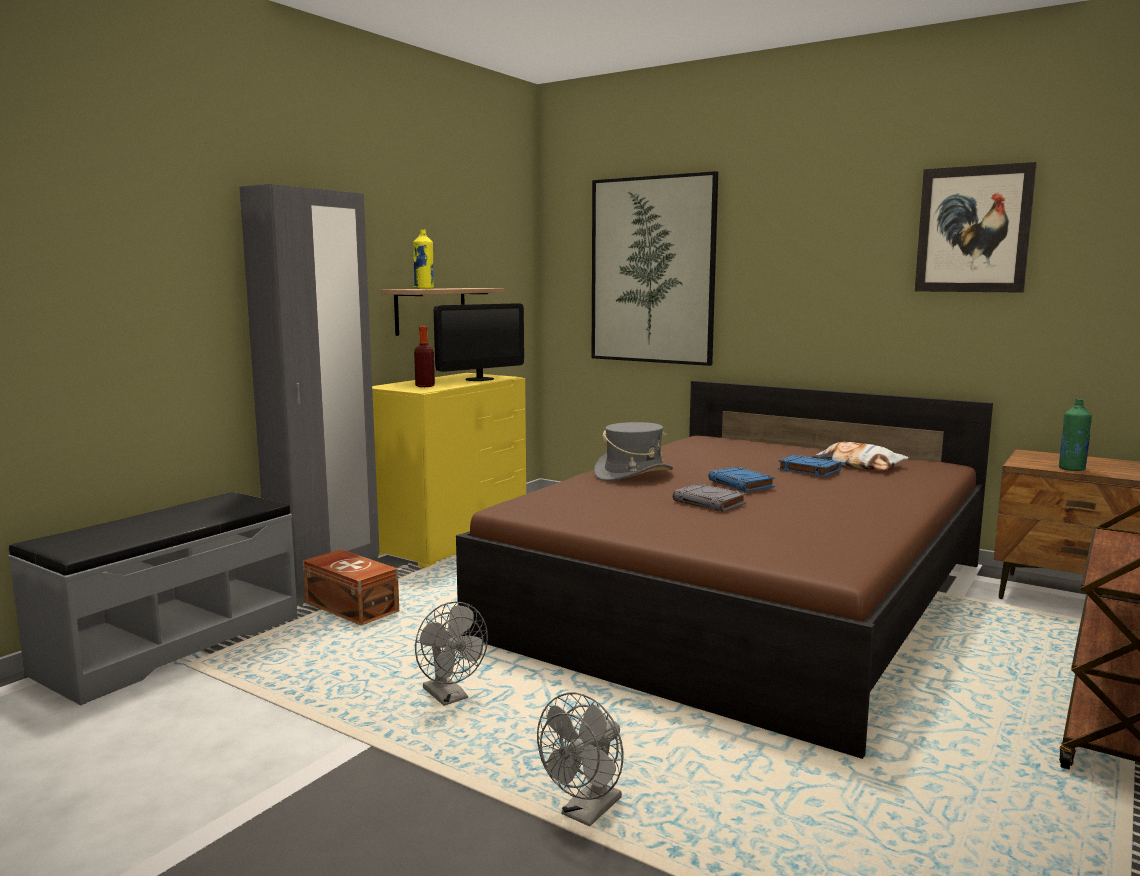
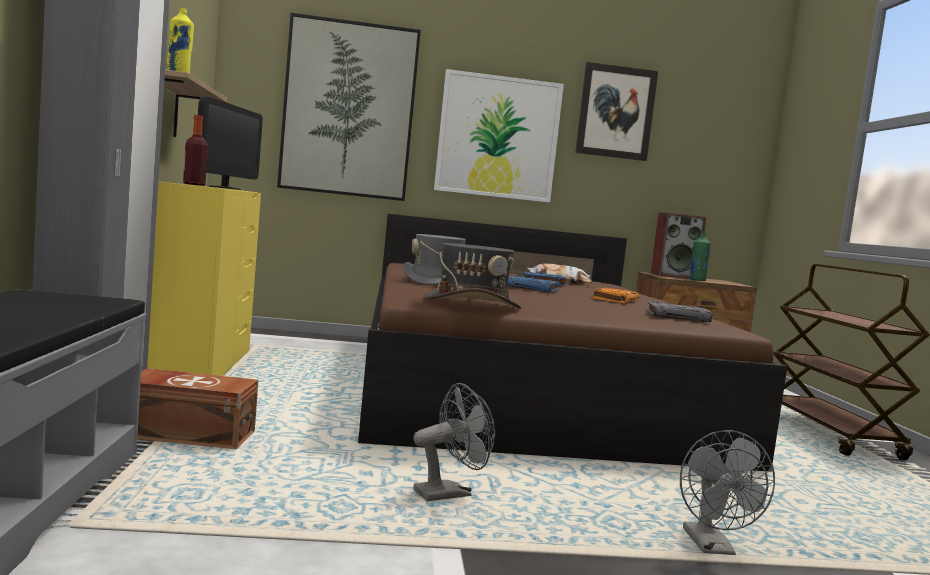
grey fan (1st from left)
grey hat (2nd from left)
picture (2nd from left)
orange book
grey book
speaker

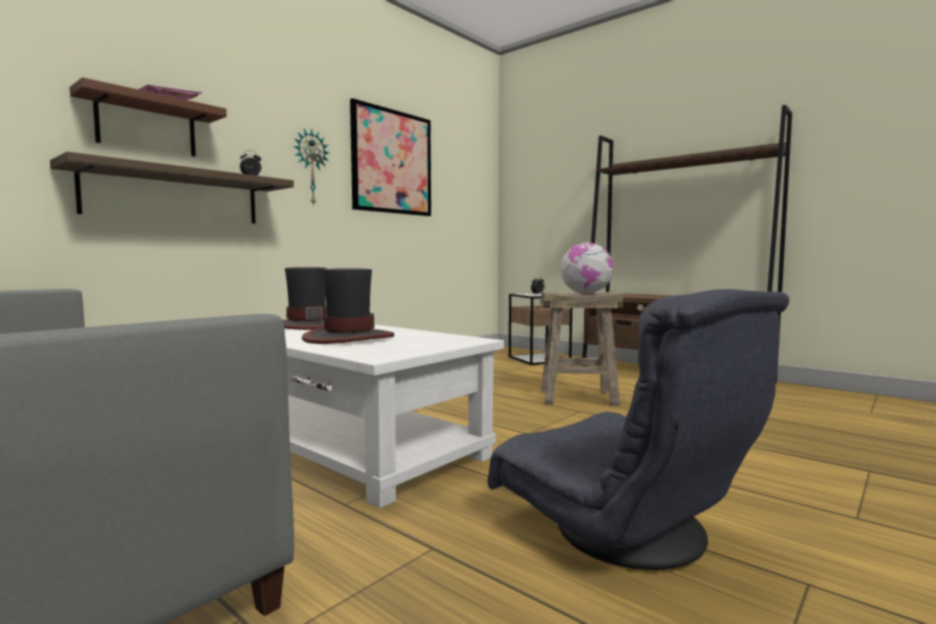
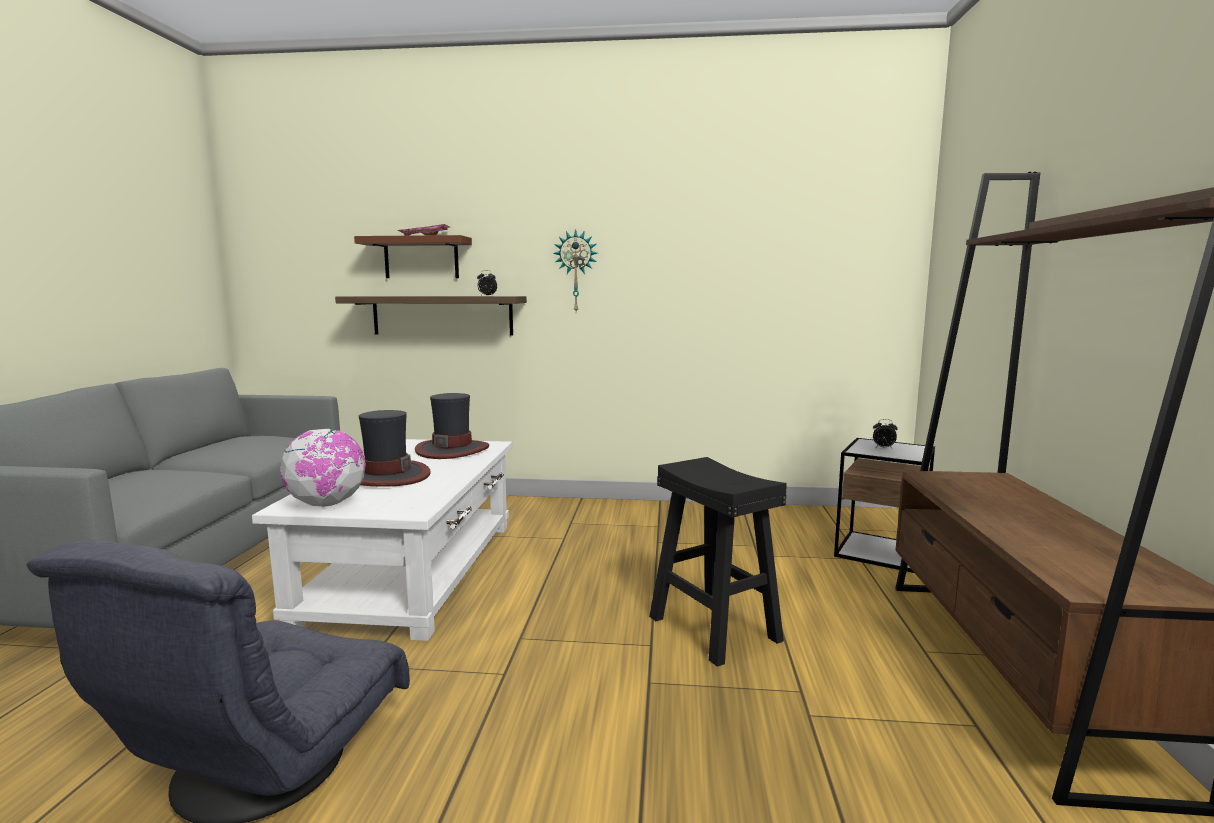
globe
black stool
picture

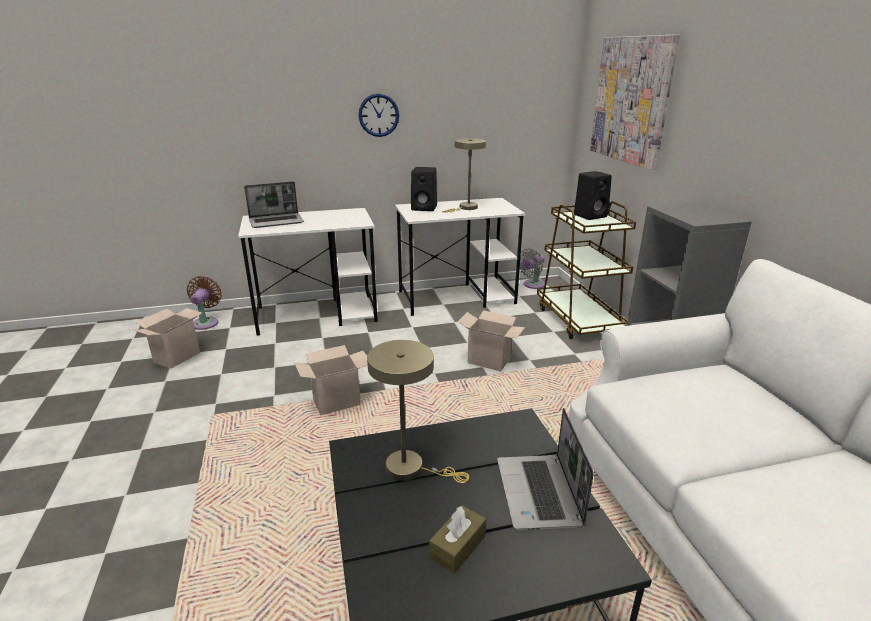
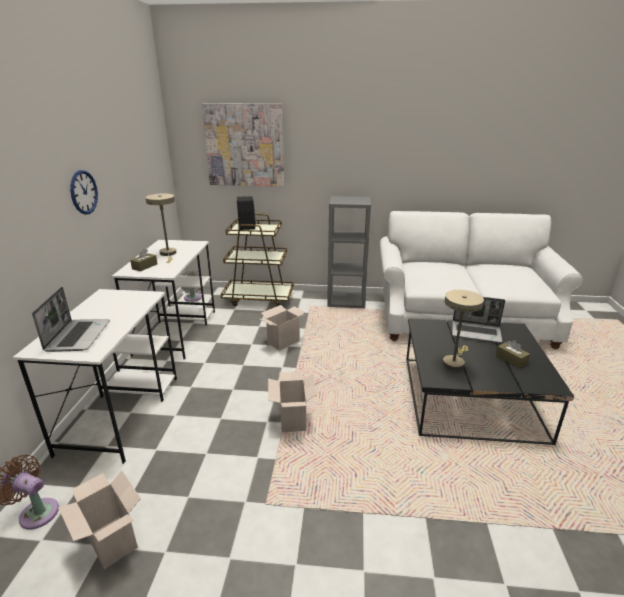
brown tissue box (1st from left)

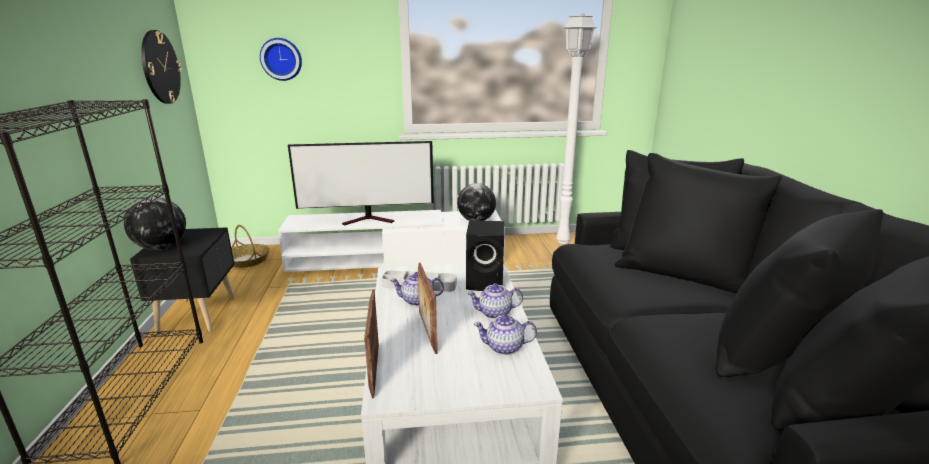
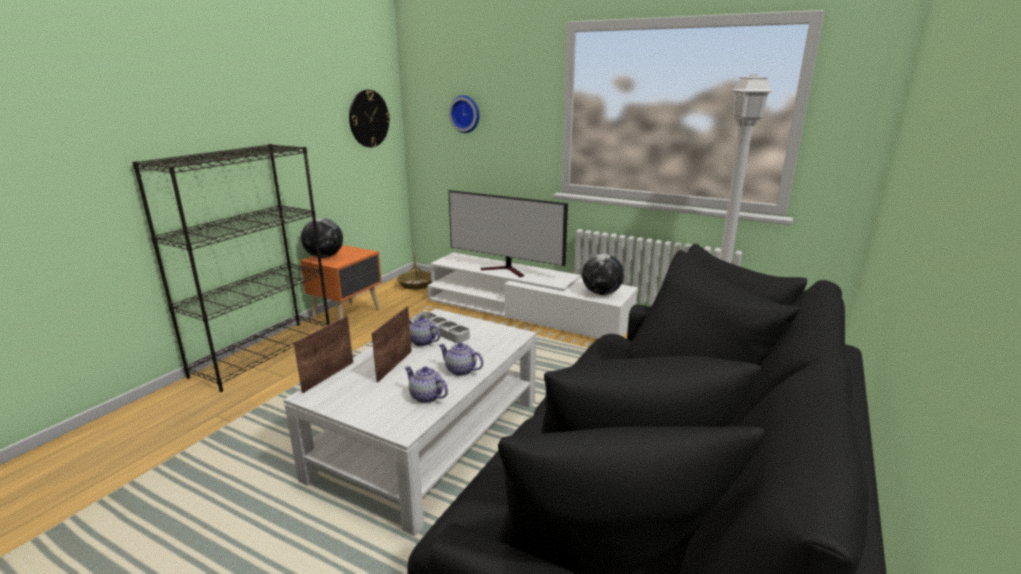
orange nightstand
black speaker

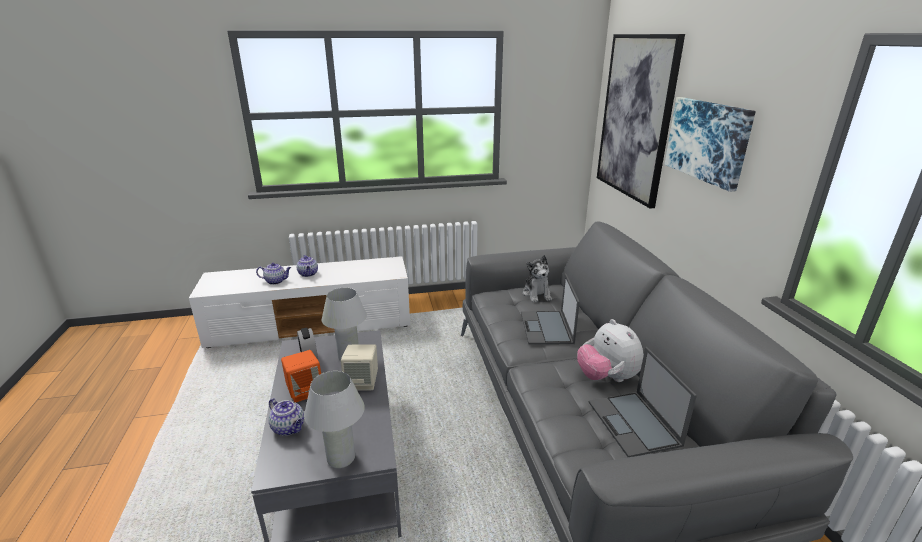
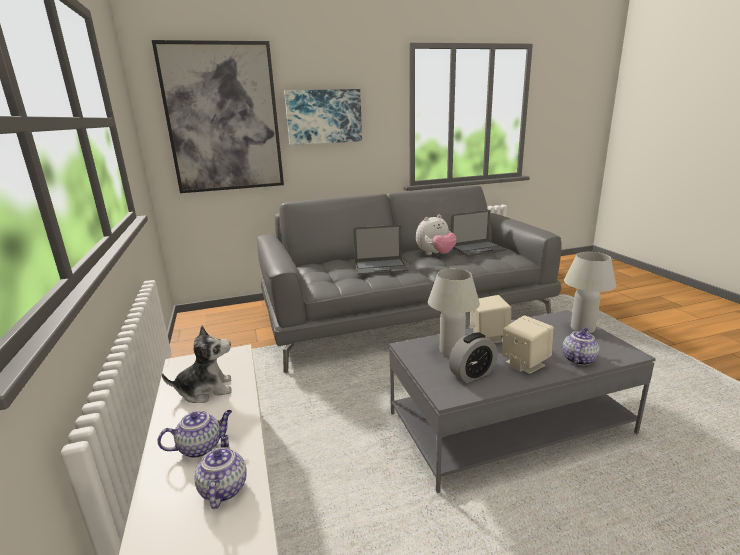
plush toy (1st from left)
beige speaker (2nd from left)

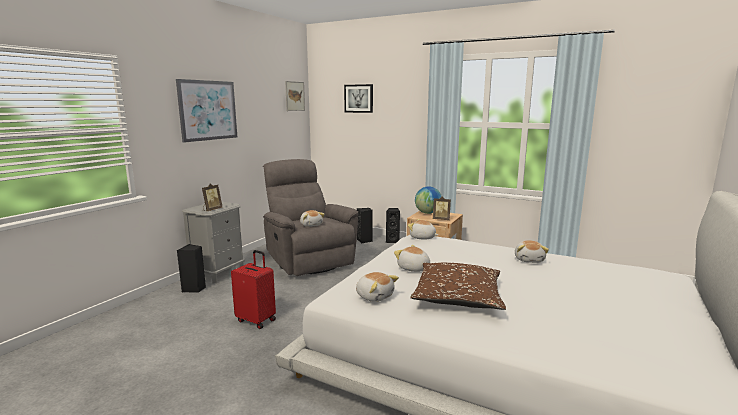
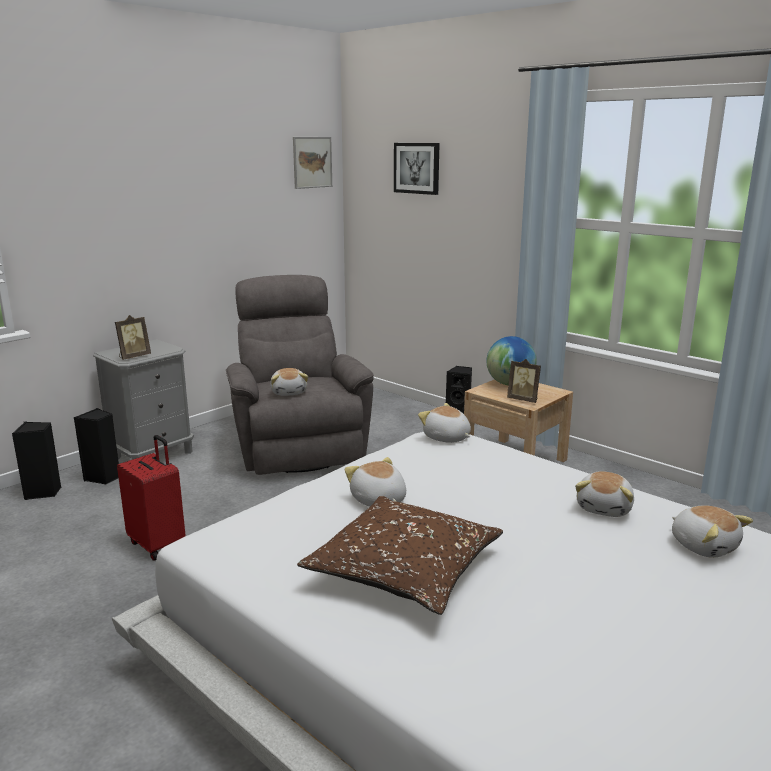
black speaker (1st from left)
plush toy (5th from left)
picture (1st from left in the first image)

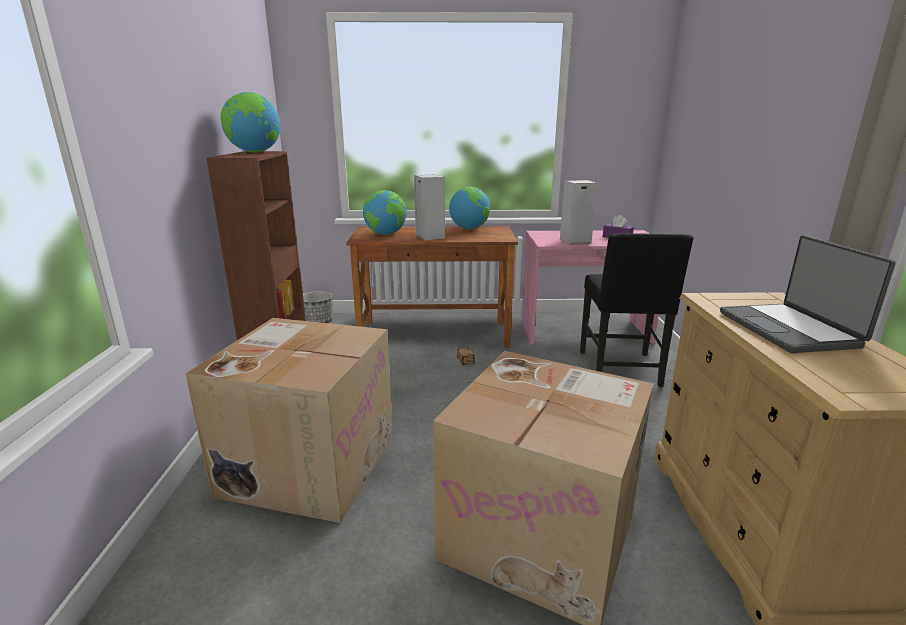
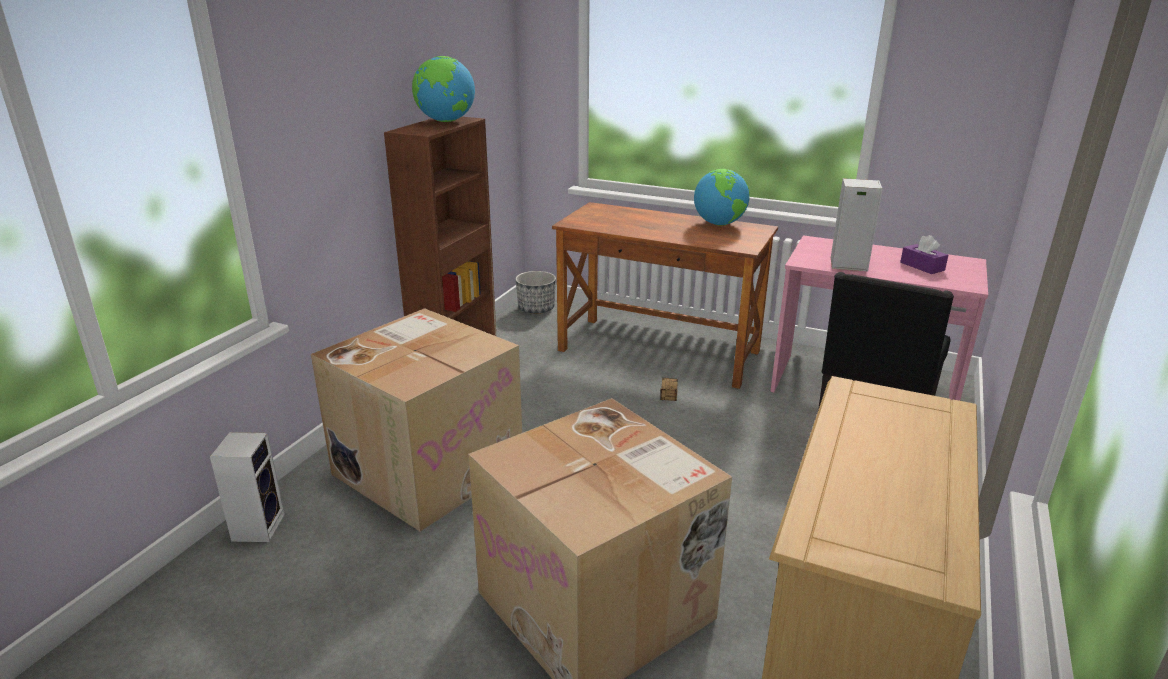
speaker (1st from left)
globe (2nd from left in the first image)
laptop

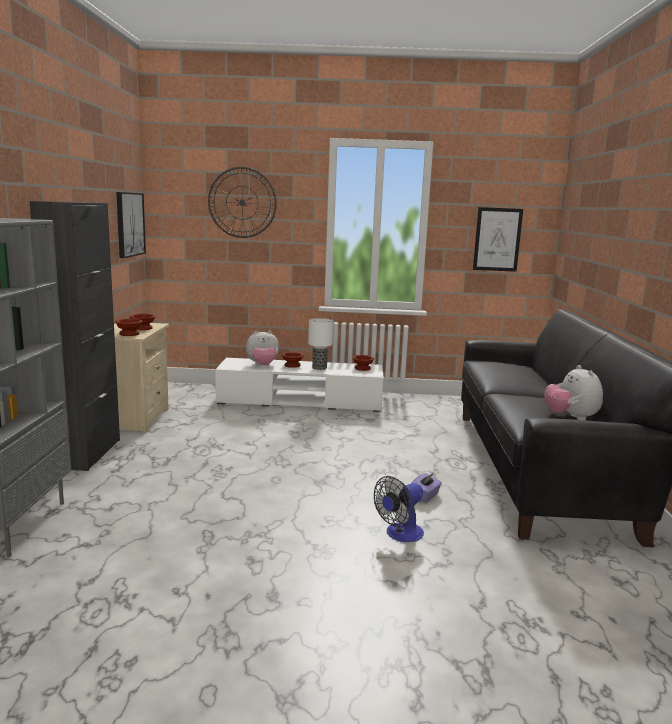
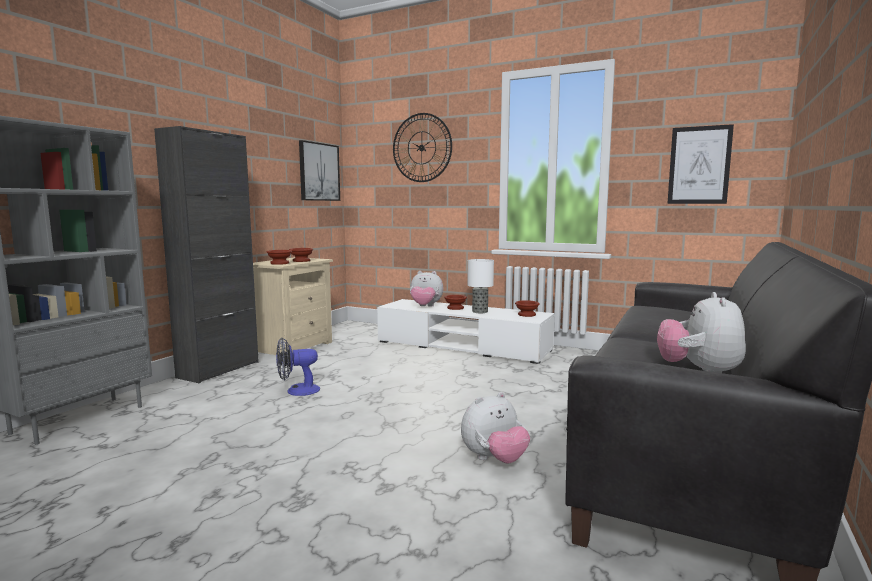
fan
plush toy (2nd from left)

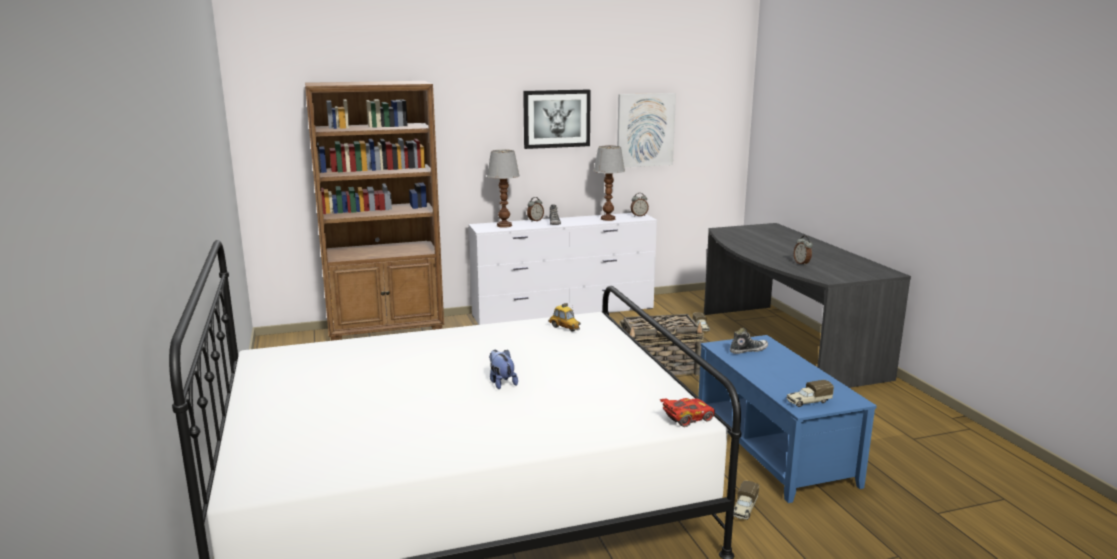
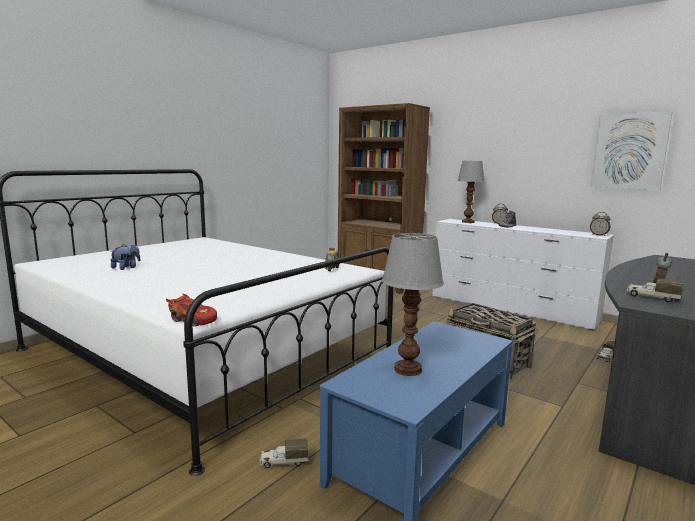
plush toy
table lamp (1st from left)
toy truck (3rd from left)
picture (1st from left in the first image)
shoe (2nd from left in the first image)

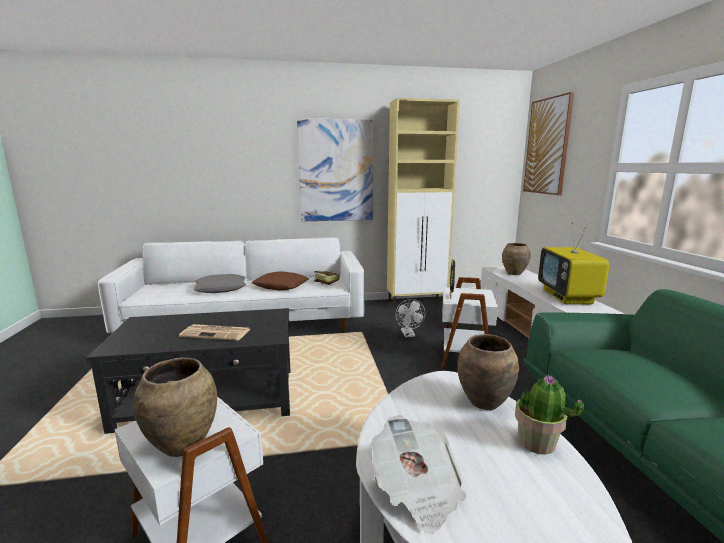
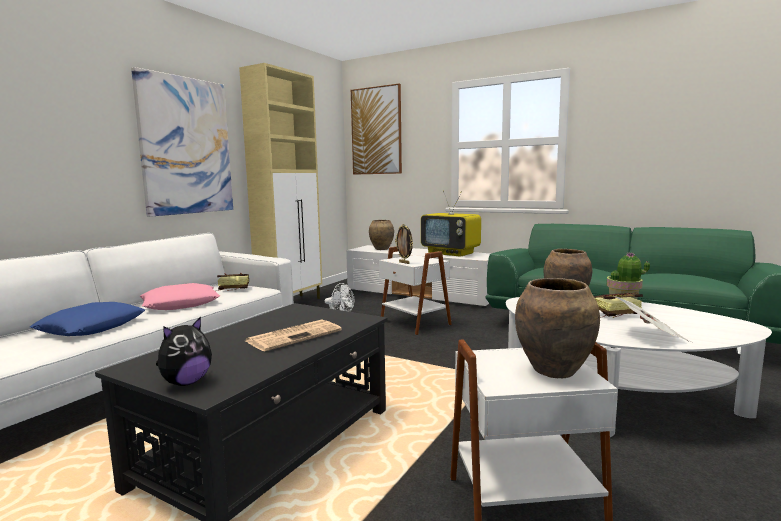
blue pillow
pink pillow
plush toy
book (2nd from left)

